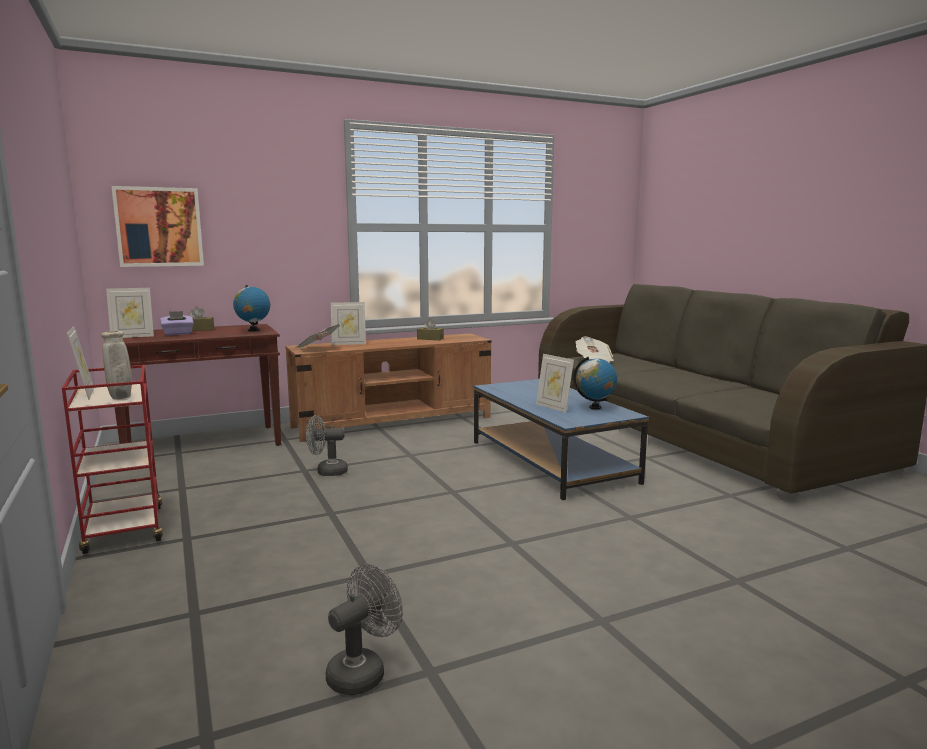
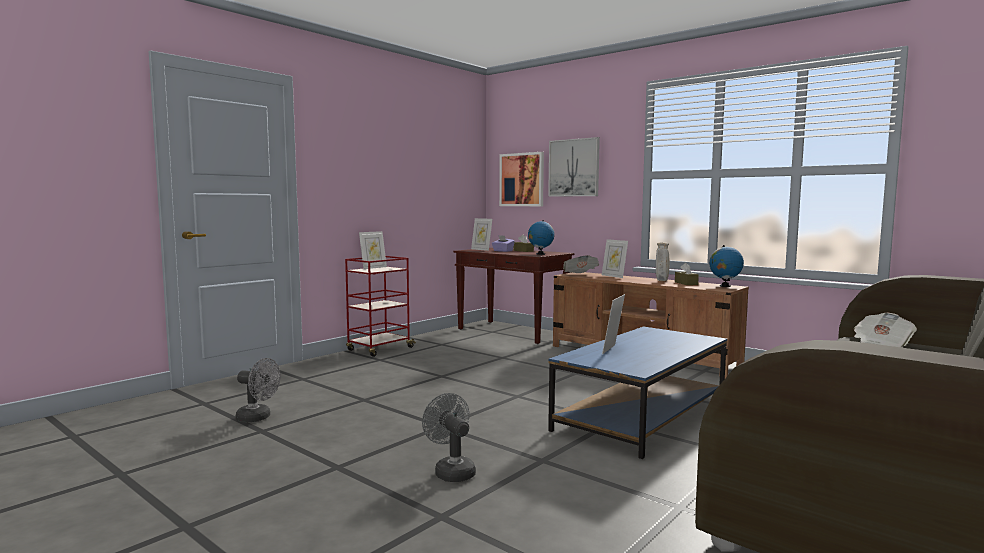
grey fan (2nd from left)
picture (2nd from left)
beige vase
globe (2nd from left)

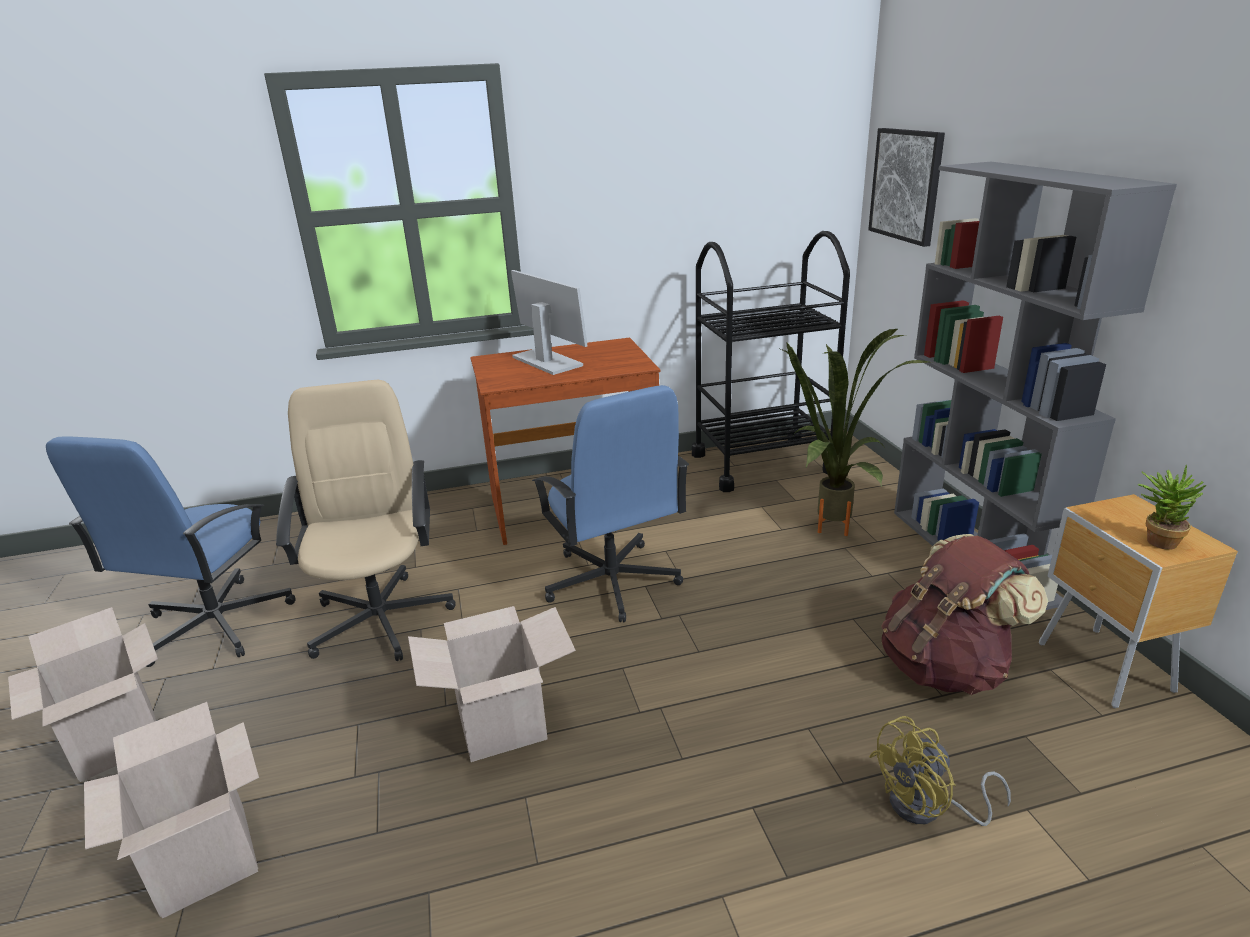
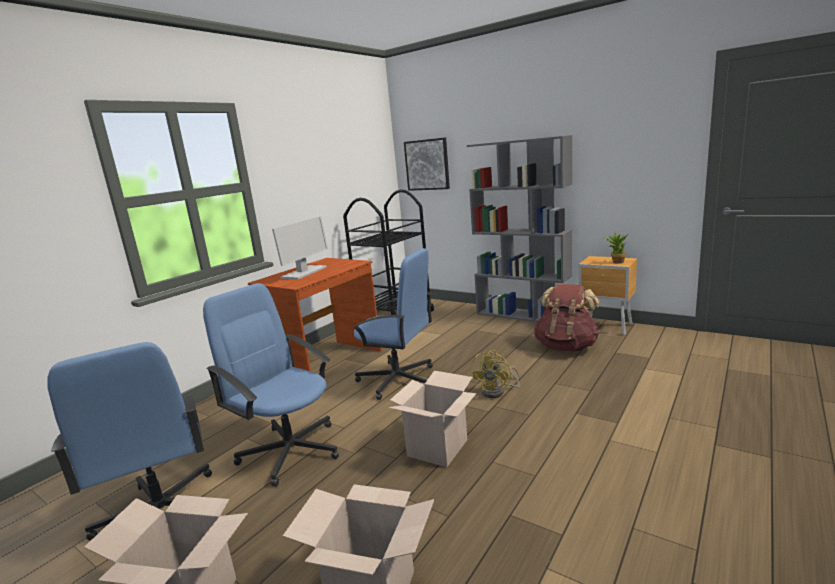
blue office chair (2nd from left)
monitor
yellow fan
potted plant (1st from left in the first image)

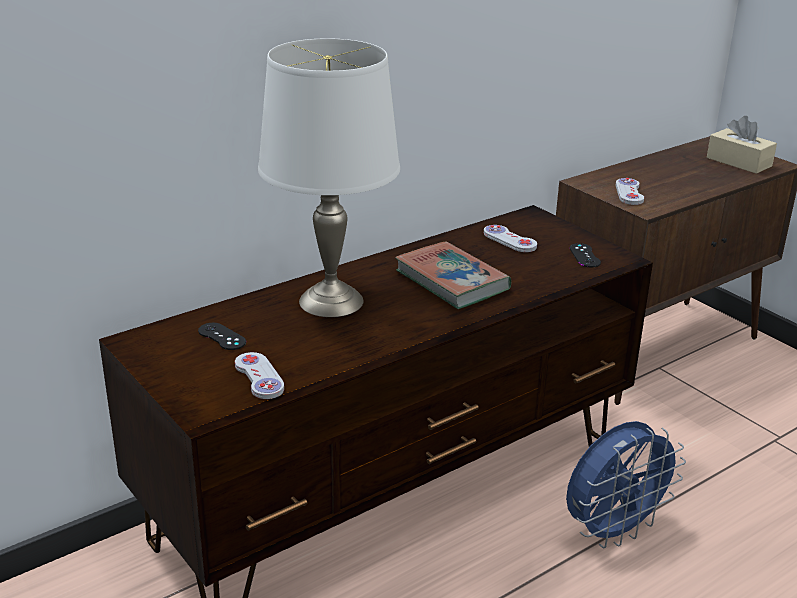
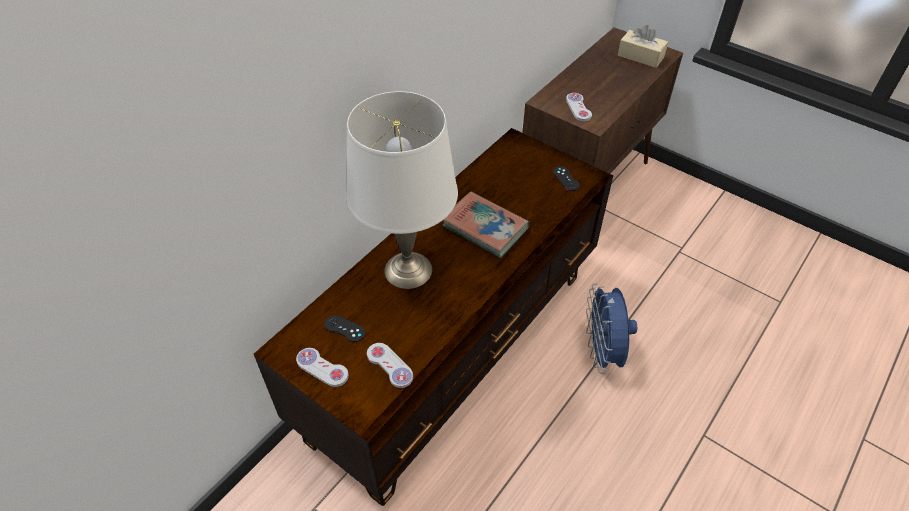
white game controller (1st from left)
blue fan

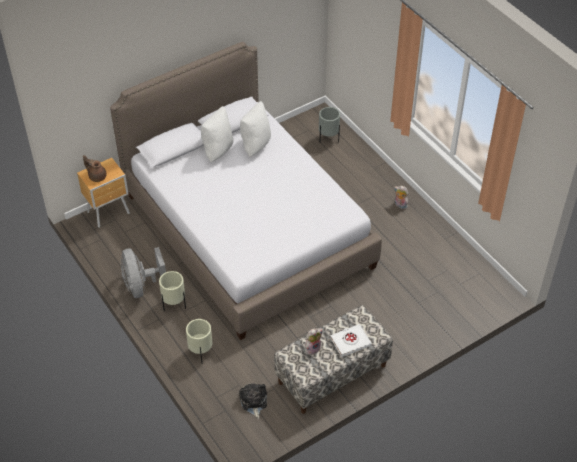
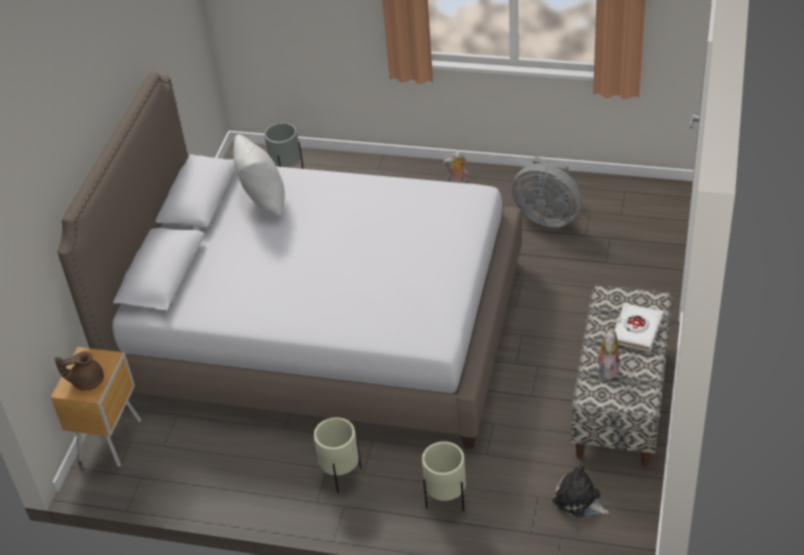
grey fan
white pillow (1st from left in the first image)

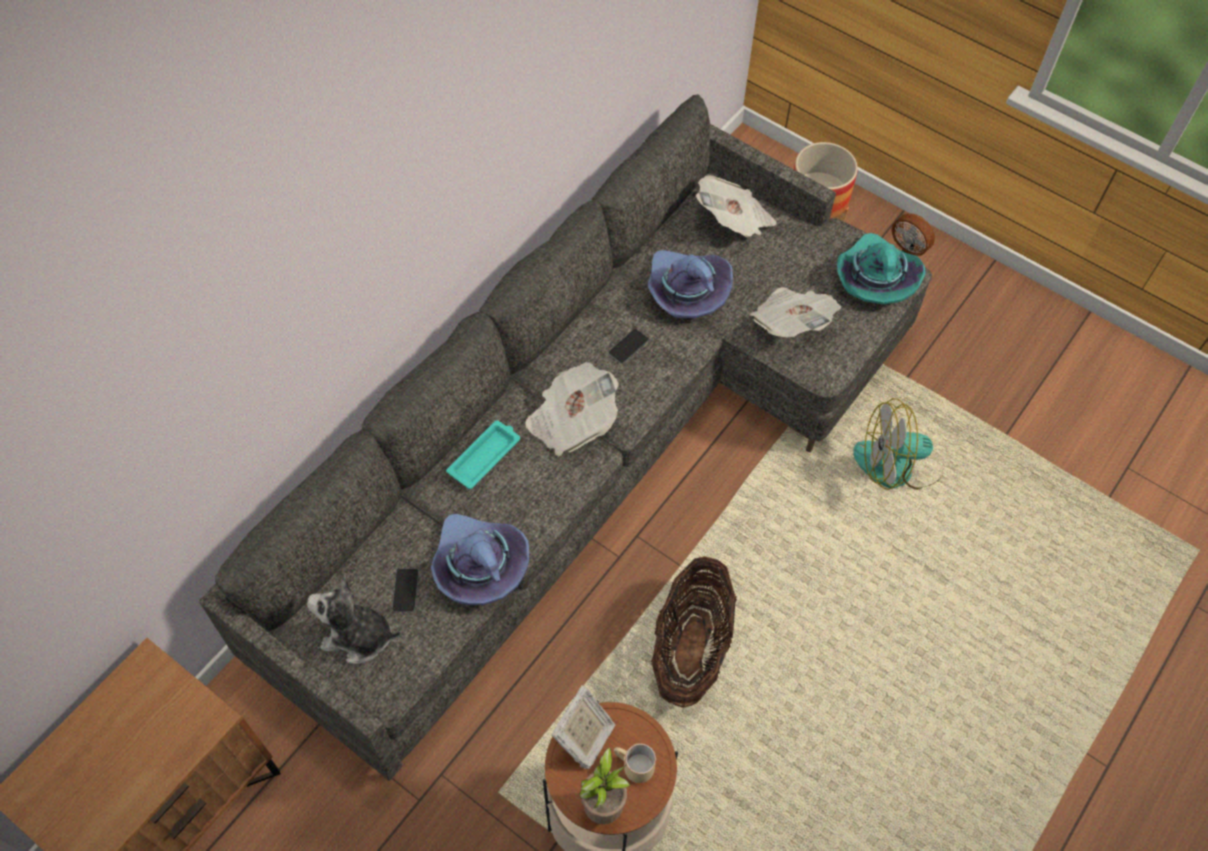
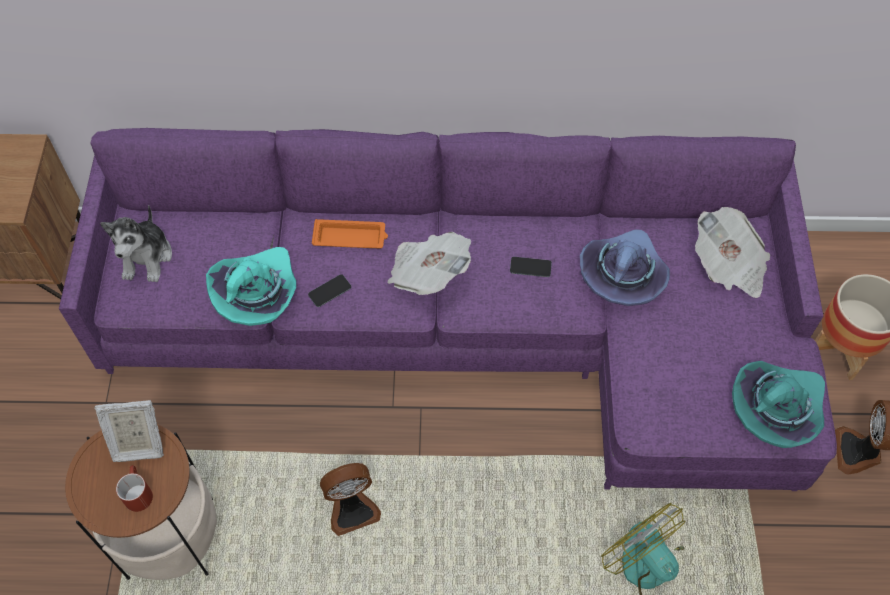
purple sofa
plush toy
red mug
turquoise hat (1st from left)
phone (1st from left)
orange tray
fan (1st from left)
potted plant
newspaper (3rd from left in the first image)

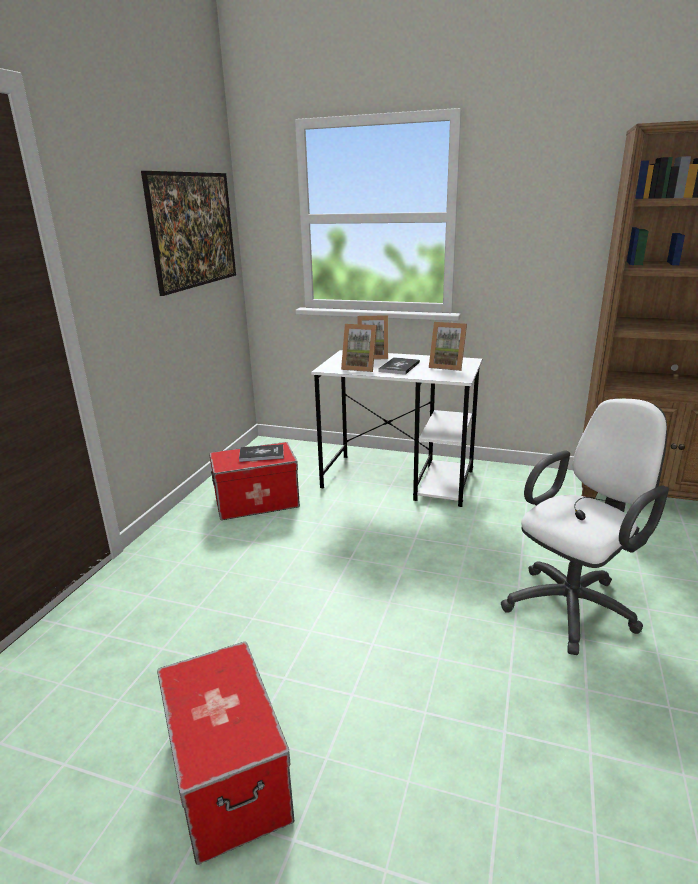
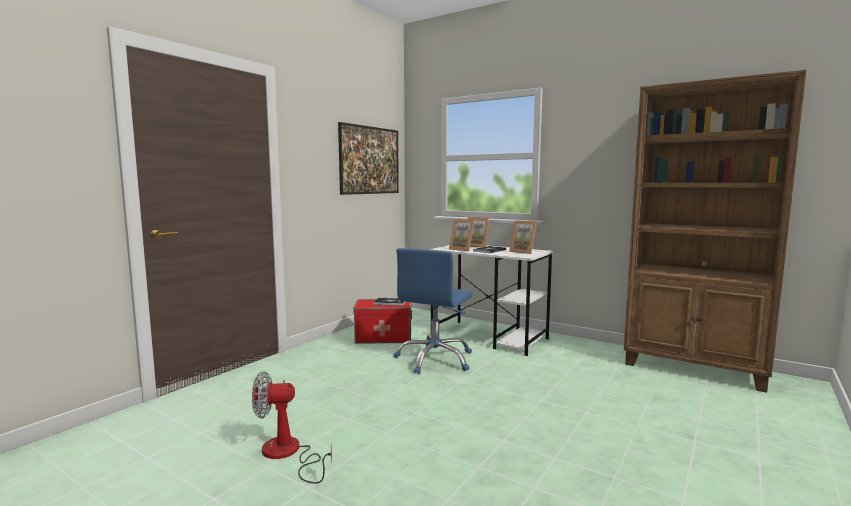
fan
blue office chair
white office chair

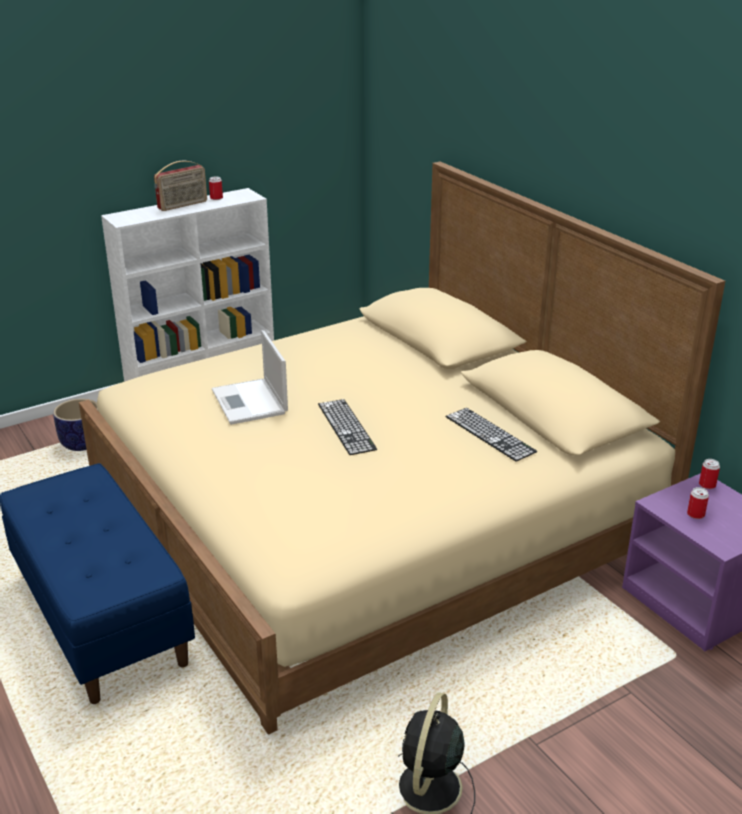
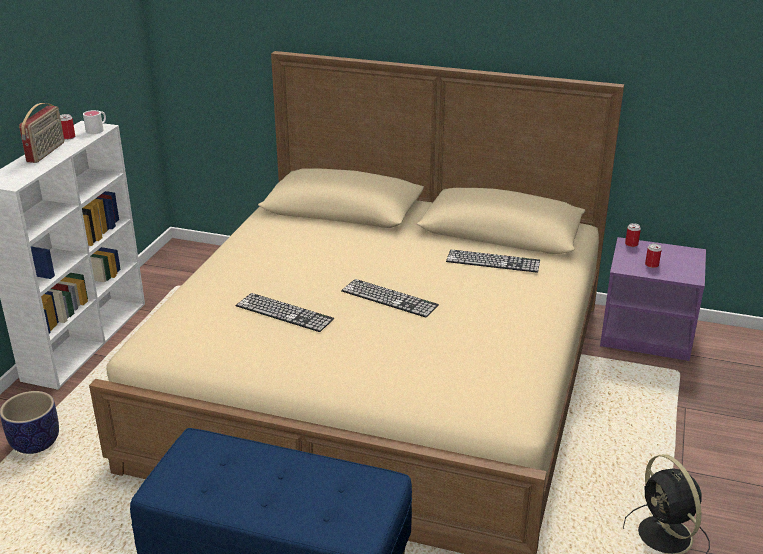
white mug
keyboard (1st from left)

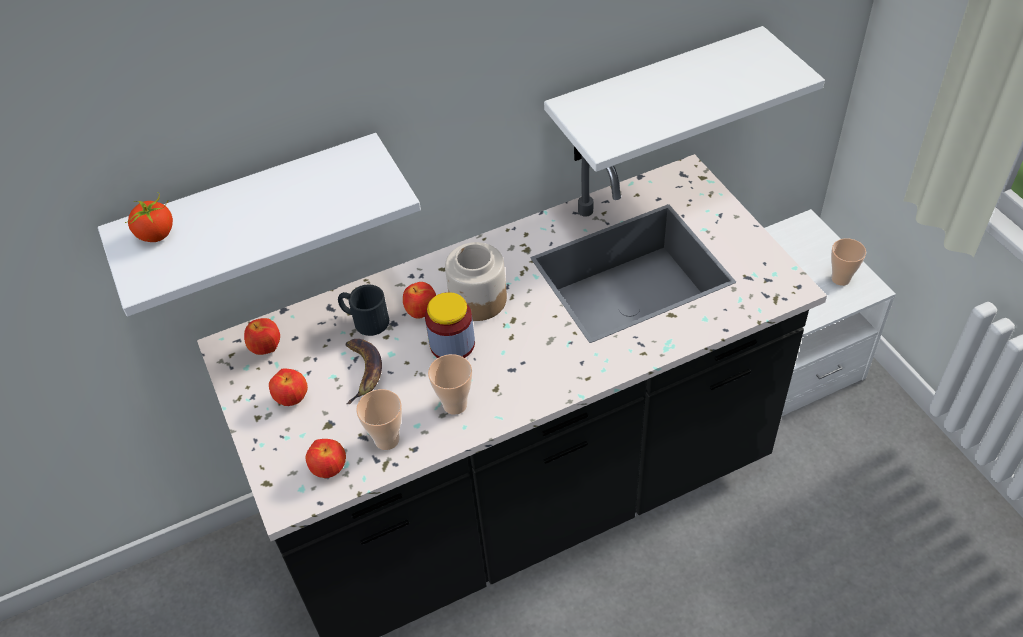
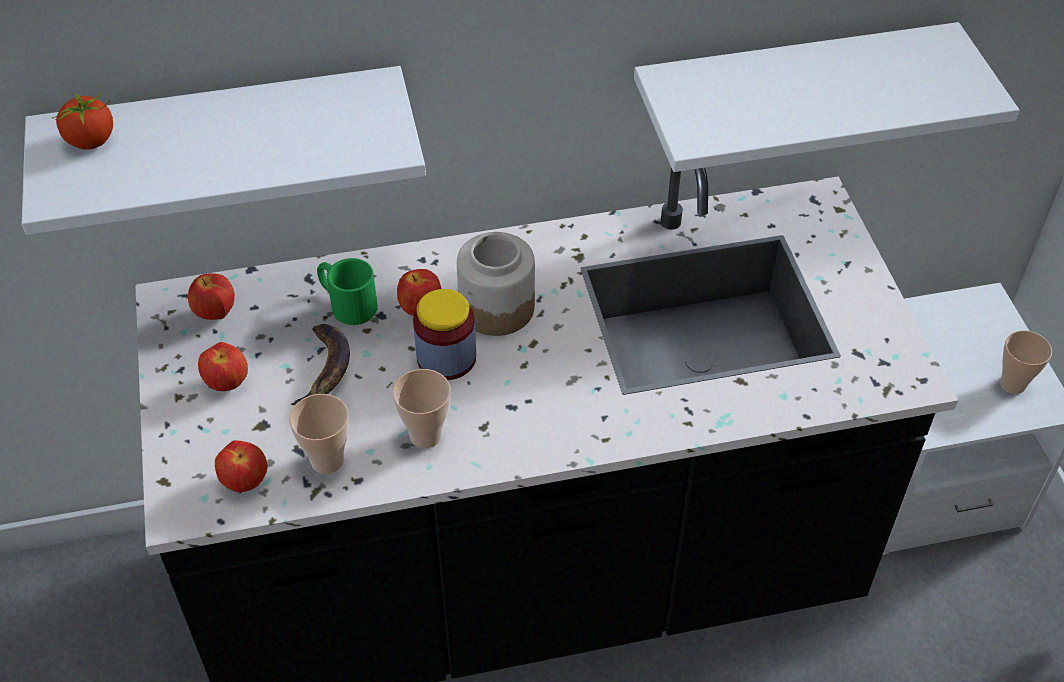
green mug

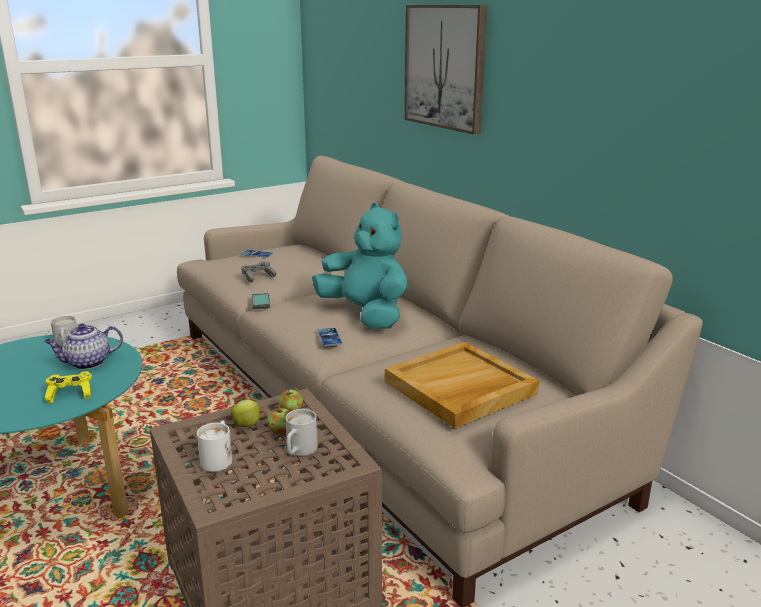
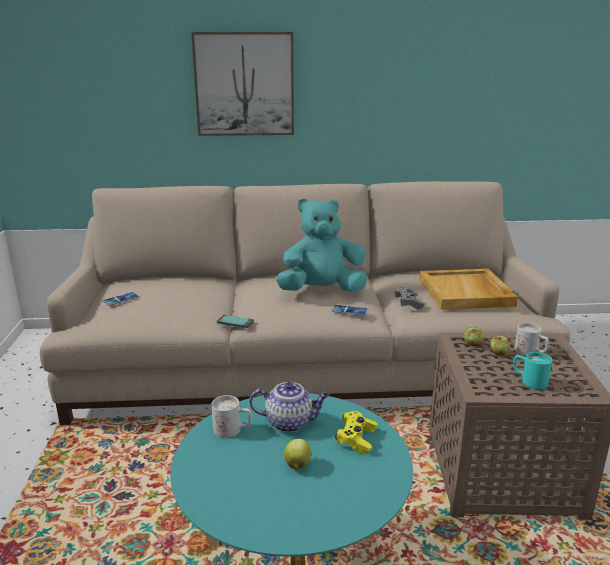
teapot
apple (1st from left)
grey game controller
turquoise mug

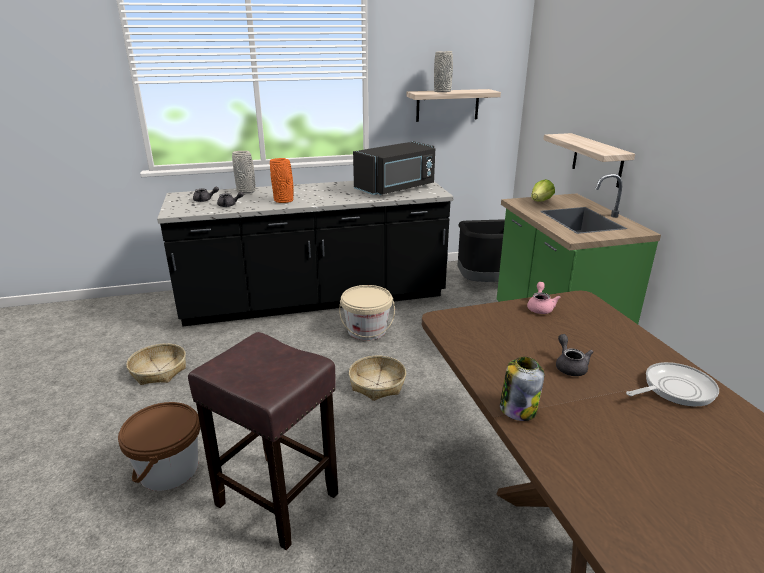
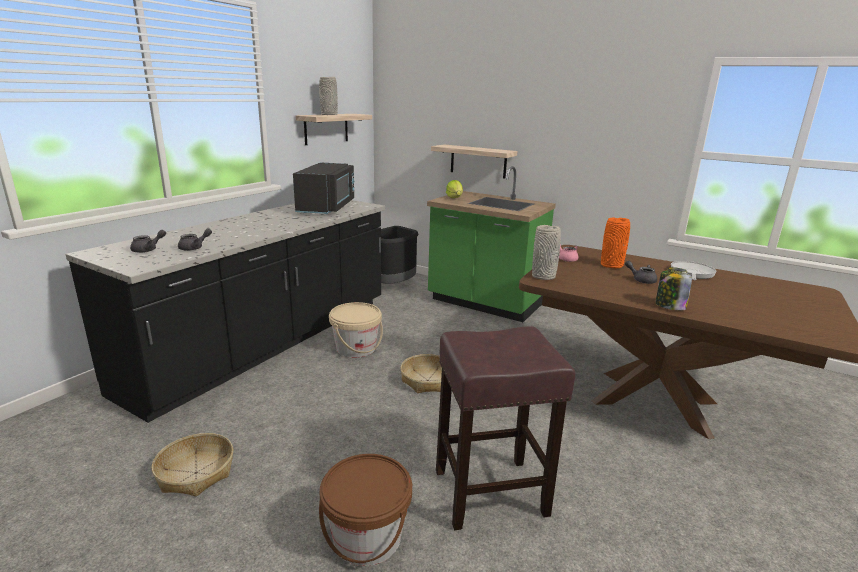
grey vase (2nd from left)
orange vase

